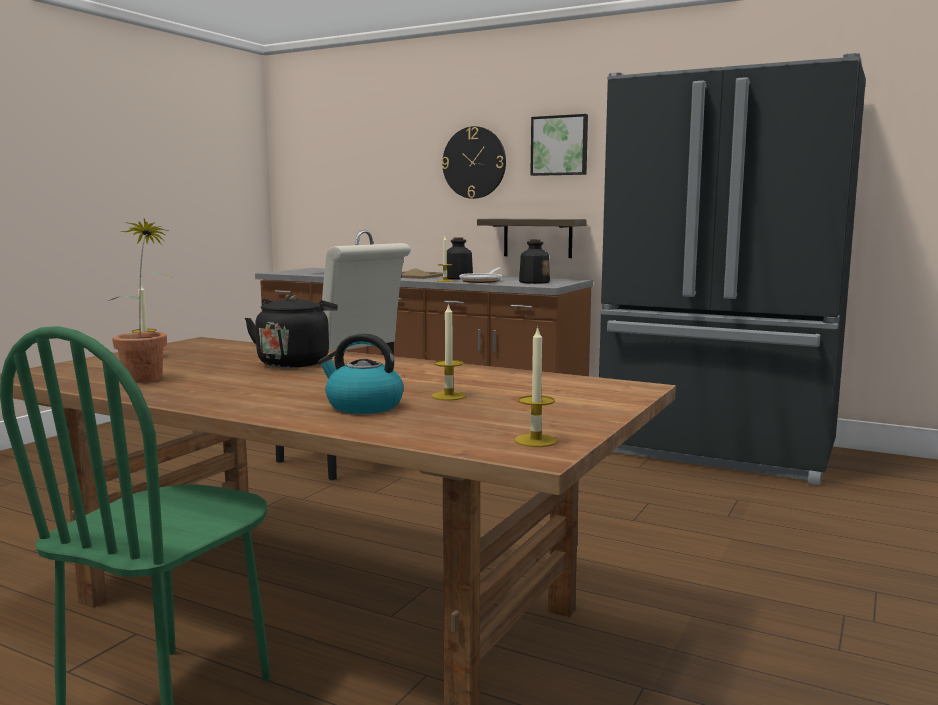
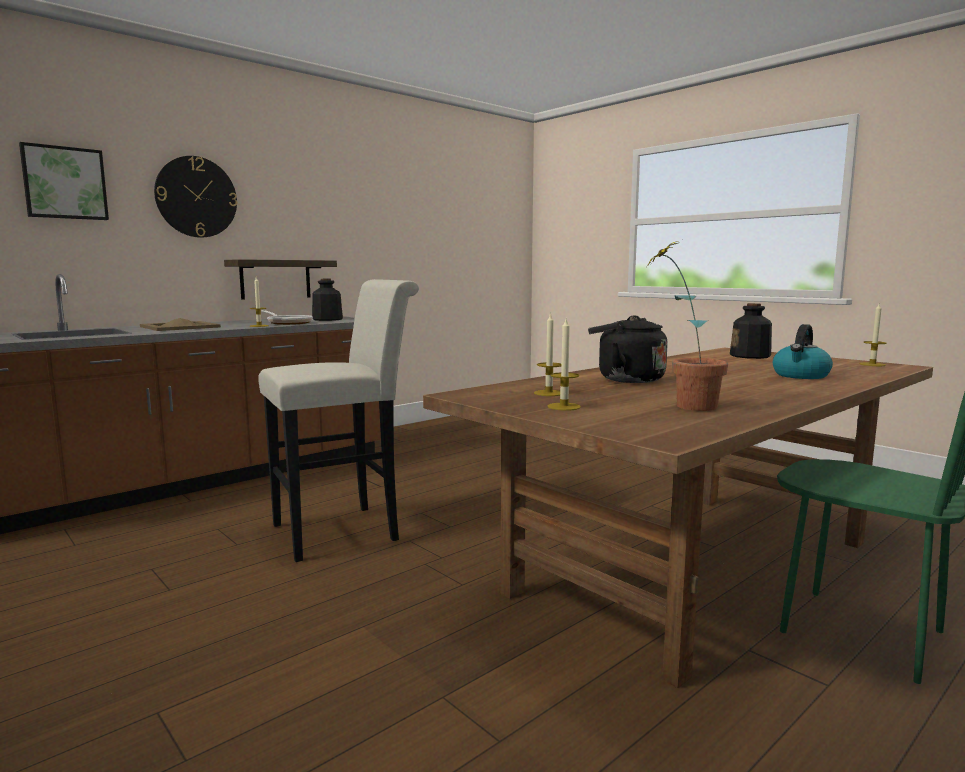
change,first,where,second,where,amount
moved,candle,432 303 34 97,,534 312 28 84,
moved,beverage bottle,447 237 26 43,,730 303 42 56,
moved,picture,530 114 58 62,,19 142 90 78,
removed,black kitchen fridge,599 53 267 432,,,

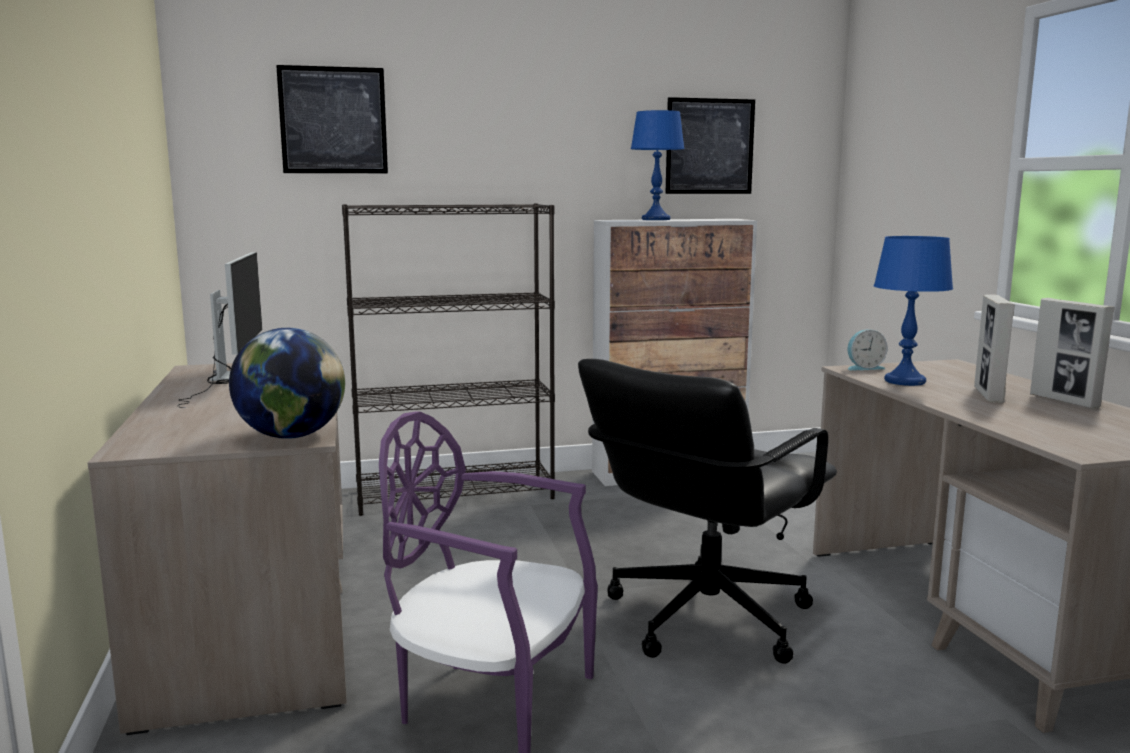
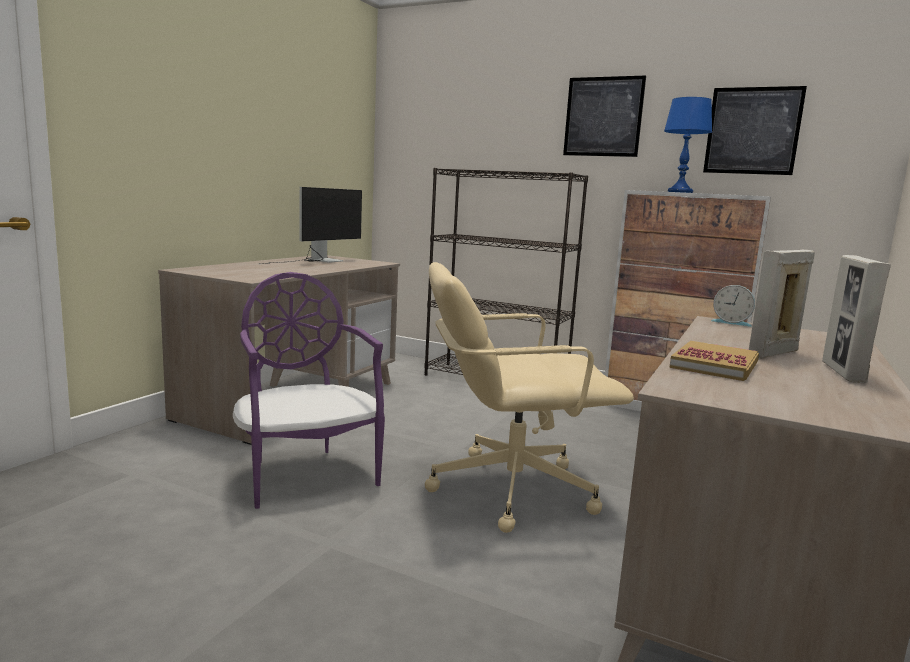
change,first,where,second,where,amount
removed,desk globe,229 328 116 111,,,
moved,picture,276 65 112 108,,563 75 83 82,
recoloured,black computer chair,578 359 259 305,beige computer chair,425 262 209 271,
removed,blue-coloured table lamp,874 236 79 150,,,
added,,,bound book,669 341 90 40,

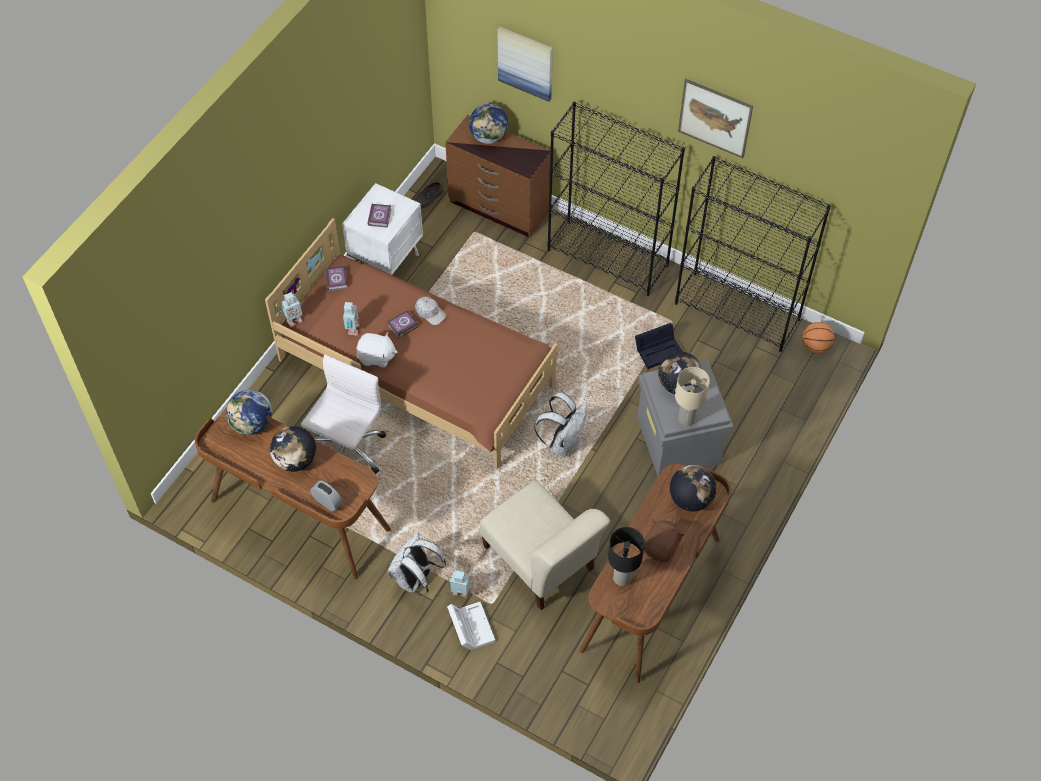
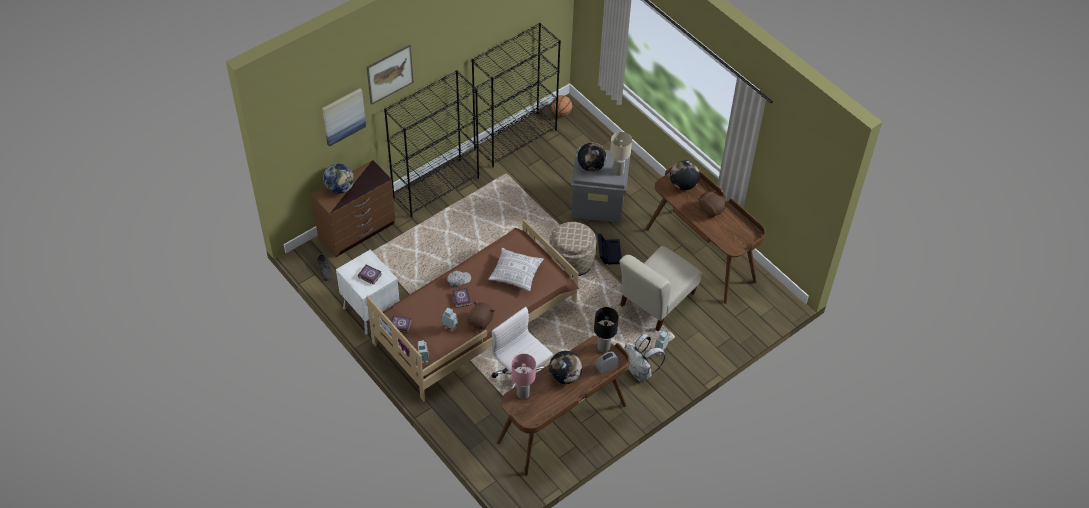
change,first,where,second,where,amount
replaced,desk globe,226 390 46 45,pink table lamp,512 354 24 45,
recoloured,white-coloured cuddly toy,356 333 41 34,brownish cuddly toy,467 301 27 29,
removed,white-coloured storage bin,447 602 48 48,,,
turned,beige plain chair,480 480 130 130,,619 246 82 85,150 degrees clockwise
replaced,white-coloured backpack,534 392 53 65,beige pouffe,549 222 47 56,
moved,black table lamp,608 527 37 59,,594 307 25 45,
moved,black storage bin,635 323 47 46,,598 233 23 31,
moved,picture,678 79 75 79,,367 45 47 60,
added,,,pillow,489 248 55 43,

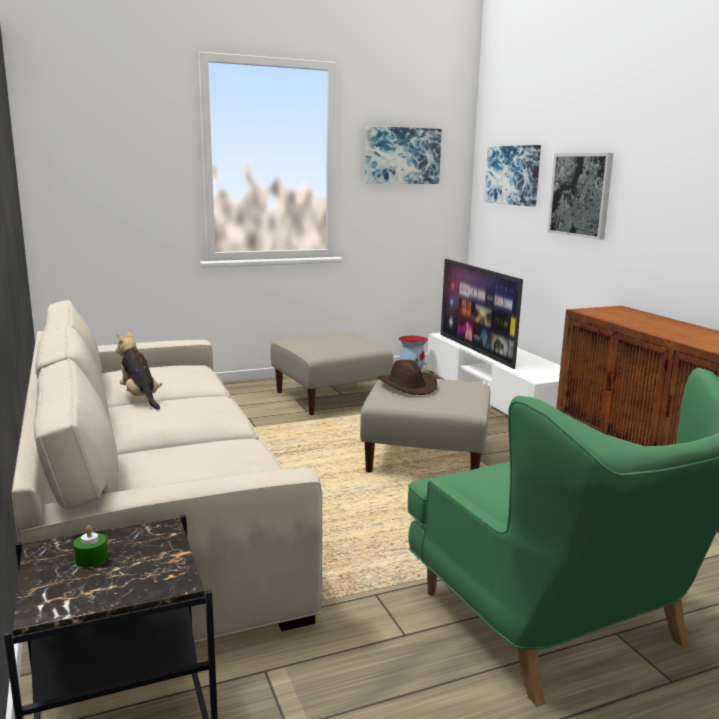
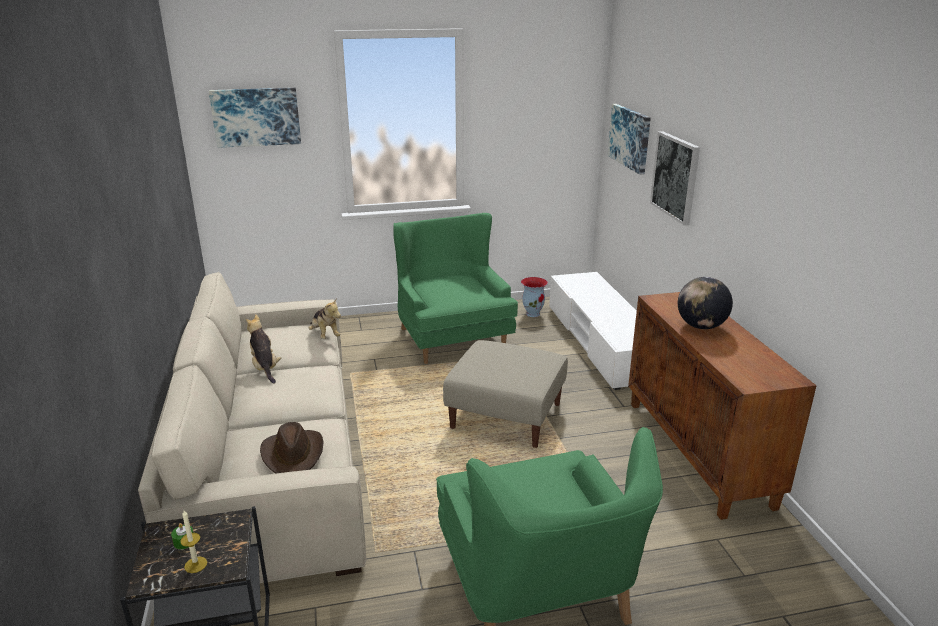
change,first,where,second,where,amount
replaced,beige pouffe,271 333 122 82,greenish lounge chair,393 213 125 151,
moved,picture,365 126 77 58,,209 88 92 60,
moved,brownish hat,377 360 60 35,,260 422 64 51,
removed,television,441 259 82 110,,,
added,,,candle,180 510 27 63,
added,,,cuddly toy,308 299 33 40,
added,,,desk globe,678 277 55 52,

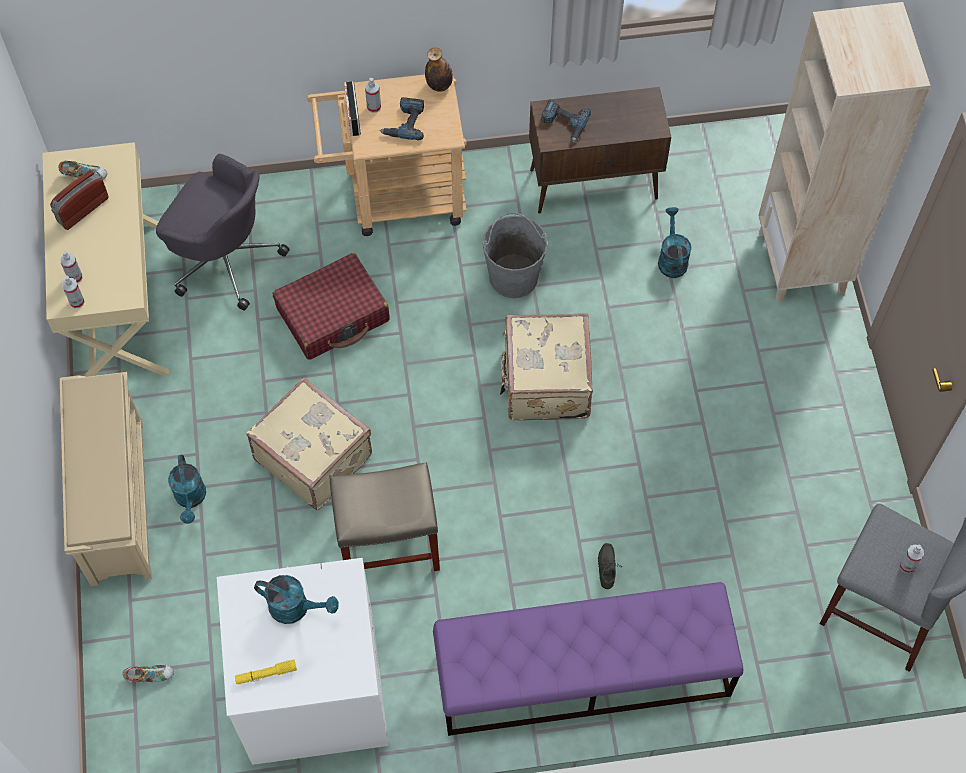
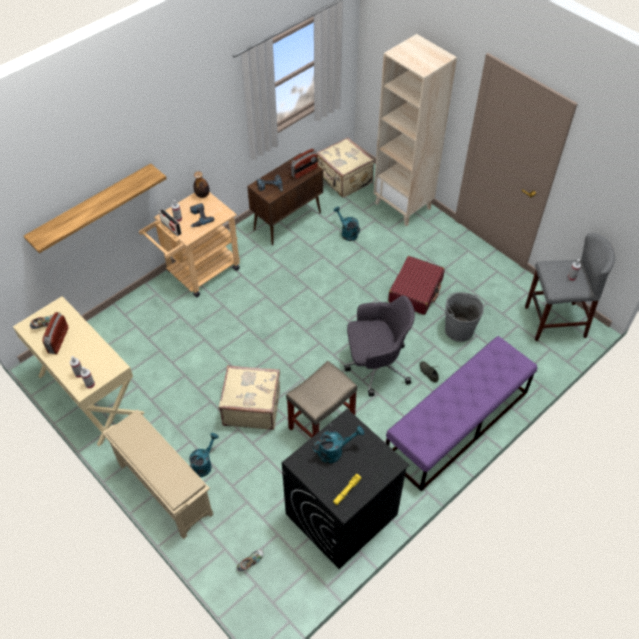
change,first,where,second,where,amount
moved,greyish computer chair,156 154 134 156,,344 296 71 101,
turned,turquoise-coloured watering can,168 455 38 69,,189 433 30 44,105 degrees counterclockwise
recoloured,white-coloured laundry machine,217 558 171 207,black laundry machine,282 409 127 160,
moved,red-coloured suitcase,272 253 118 107,,388 256 57 59,
moved,greyish water bucket,482 213 65 85,,445 292 39 50,
moved,beige suitcase,500 313 93 108,,317 137 57 61,
added,,,shelf,24 163 143 90,
added,,,radio set,290 148 28 31,

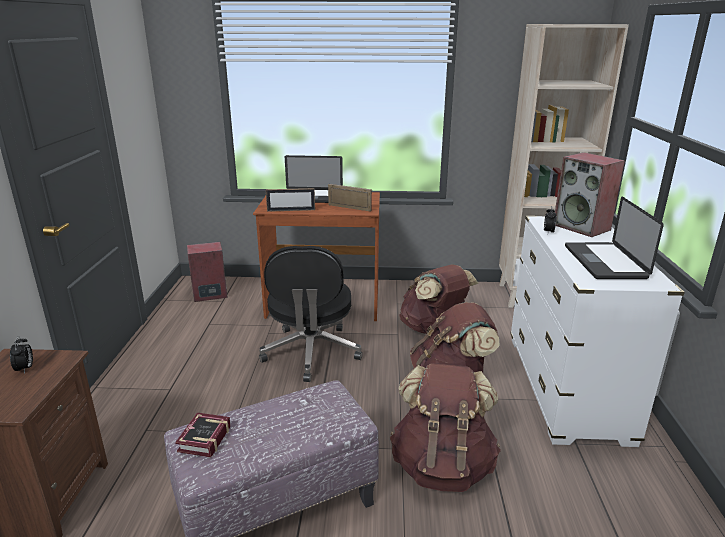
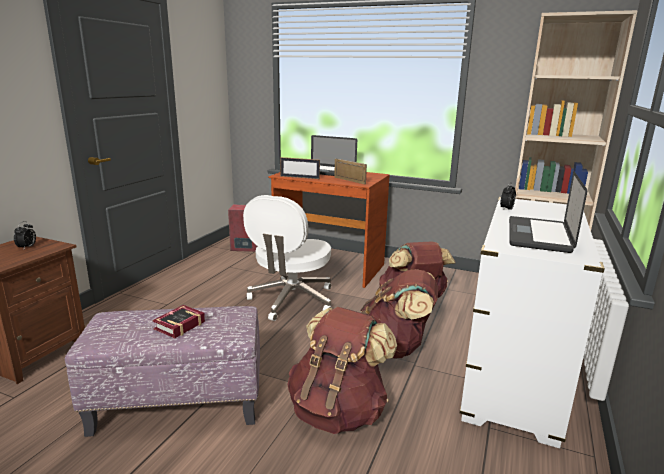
change,first,where,second,where,amount
moved,bound book,175 413 56 44,,152 305 53 33,
recoloured,black computer chair,259 246 103 136,white-coloured computer chair,243 195 89 126,
removed,audio speaker,555 152 70 85,,,

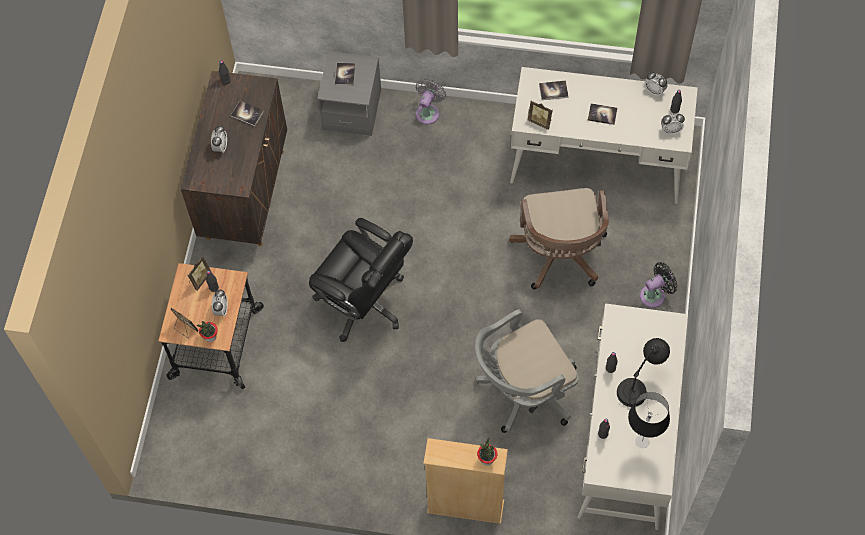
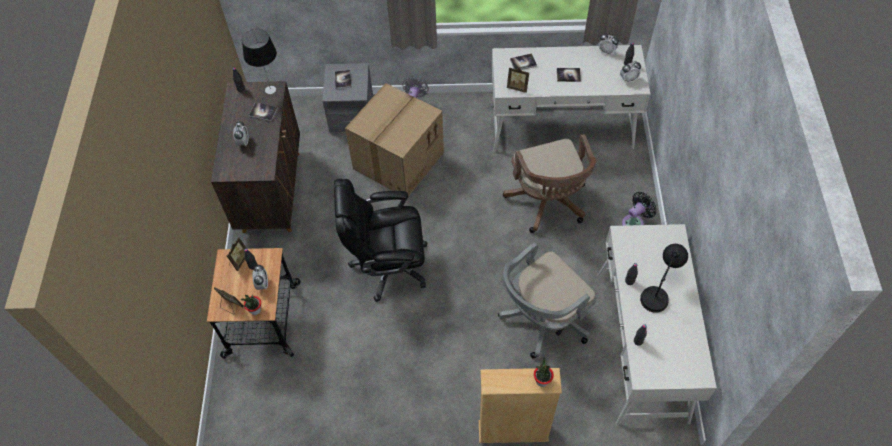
change,first,where,second,where,amount
turned,black computer chair,309 218 104 124,,334 179 93 123,150 degrees clockwise
moved,table lamp,628 392 42 56,,242 29 35 65,
added,,,carton,345 83 99 113,

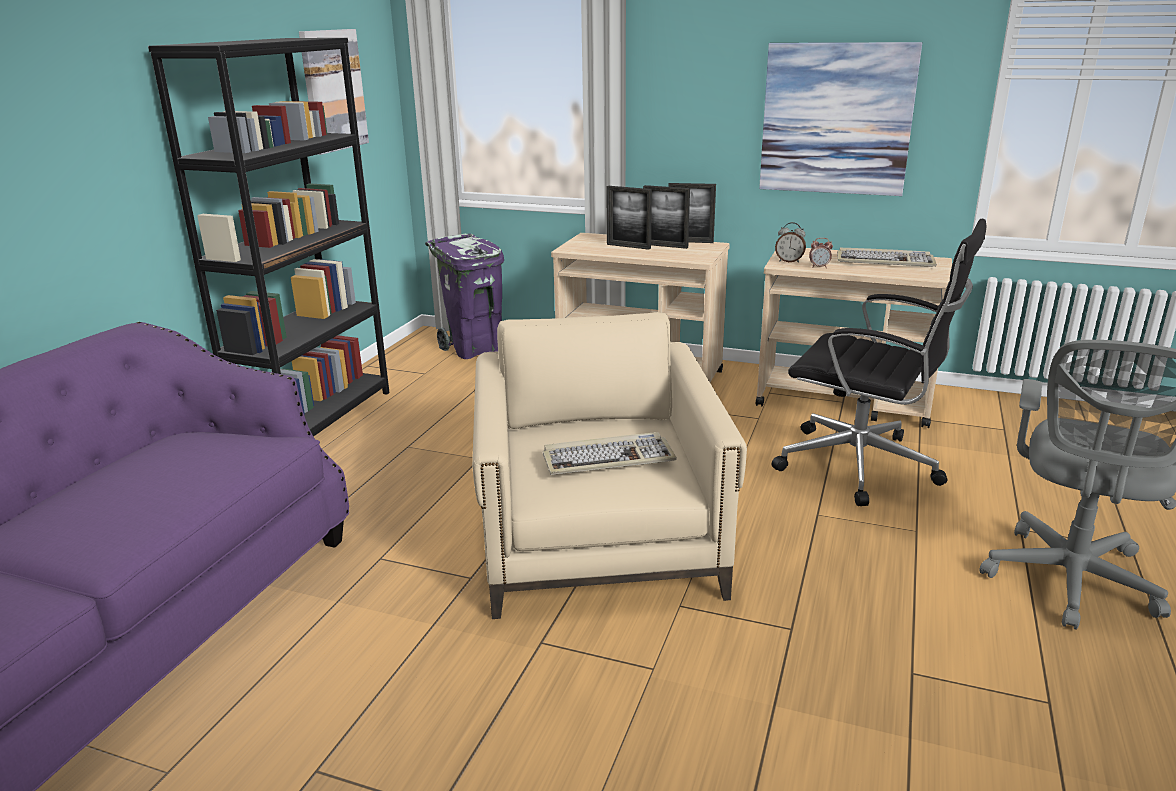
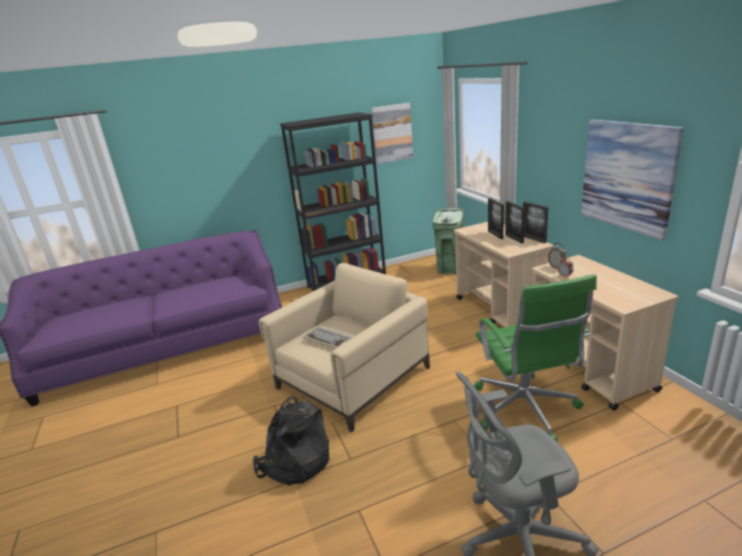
change,first,where,second,where,amount
recoloured,purple-coloured waste bin,425 234 79 125,greenish waste bin,432 208 32 66,
recoloured,black computer chair,772 219 215 287,greenish computer chair,474 274 123 168,
removed,PC keyboard,837 248 100 19,,,
added,,,black backpack,253 396 76 89,

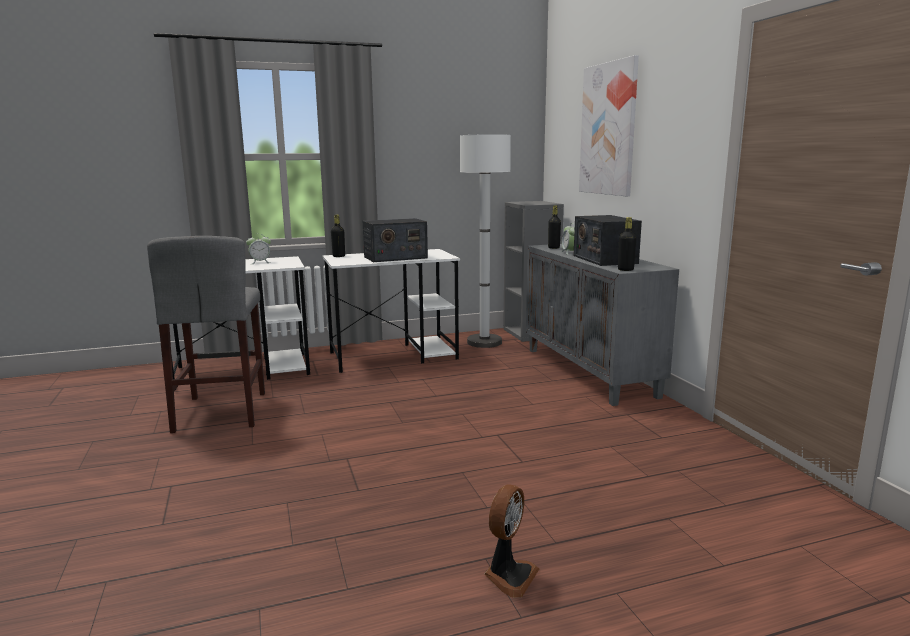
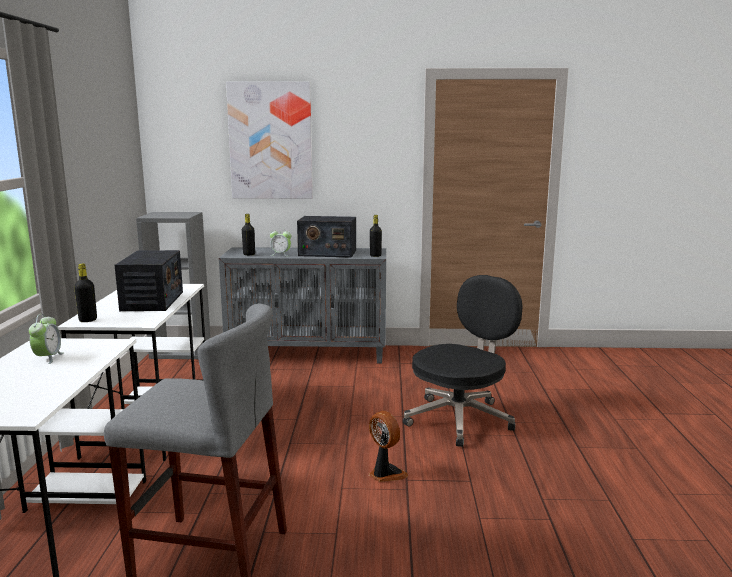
change,first,where,second,where,amount
removed,white-coloured floor lamp,460 134 51 214,,,
moved,fan,484 485 55 113,,369 411 39 71,
added,,,black computer chair,403 275 119 172,

